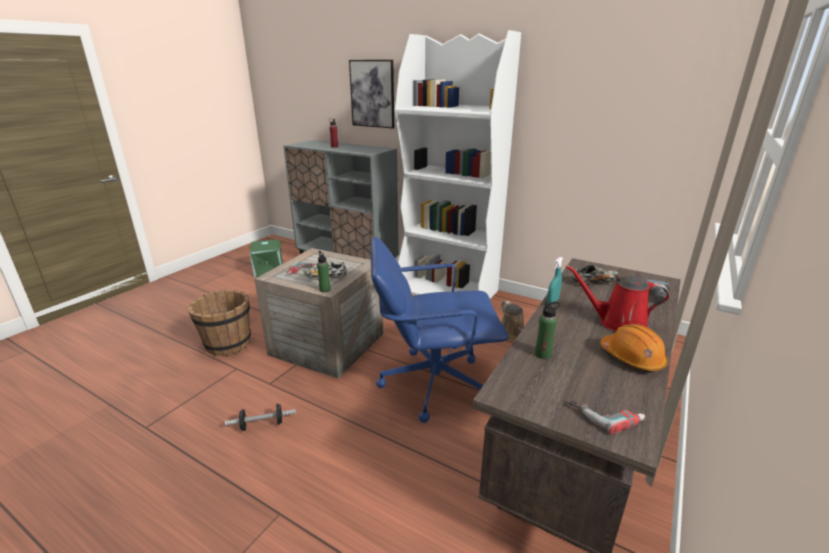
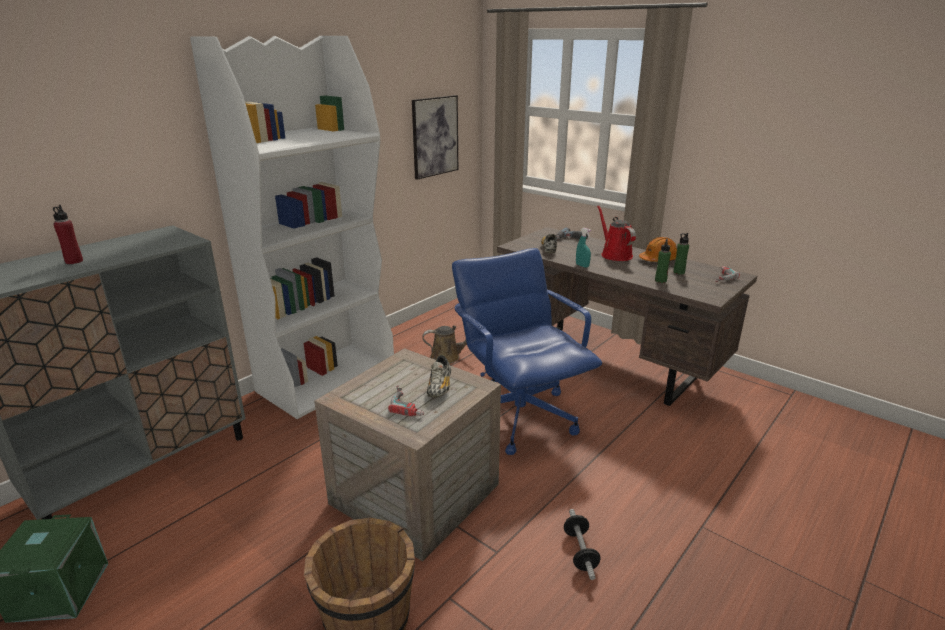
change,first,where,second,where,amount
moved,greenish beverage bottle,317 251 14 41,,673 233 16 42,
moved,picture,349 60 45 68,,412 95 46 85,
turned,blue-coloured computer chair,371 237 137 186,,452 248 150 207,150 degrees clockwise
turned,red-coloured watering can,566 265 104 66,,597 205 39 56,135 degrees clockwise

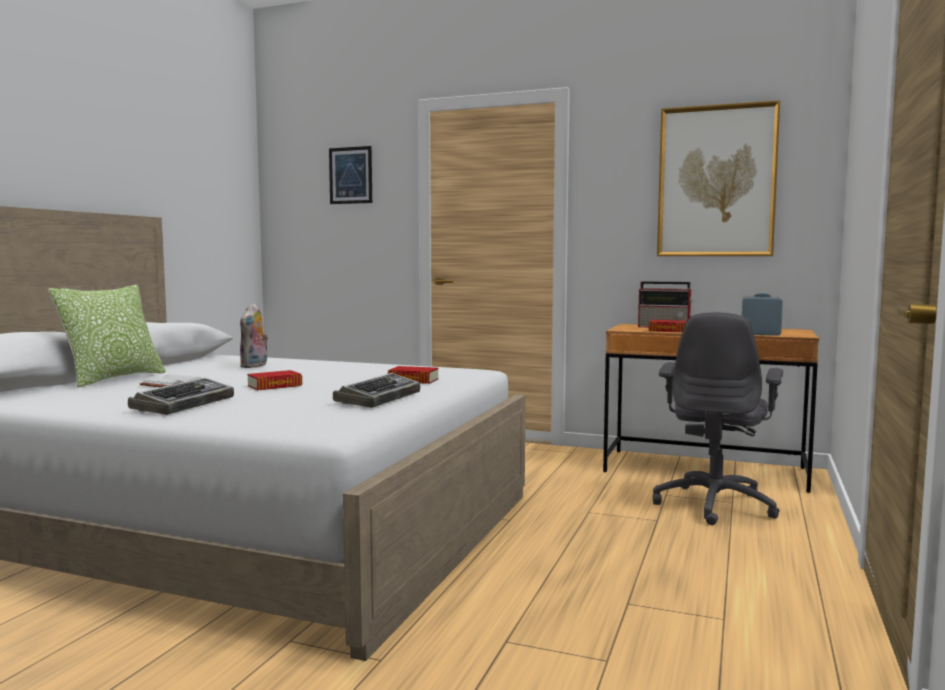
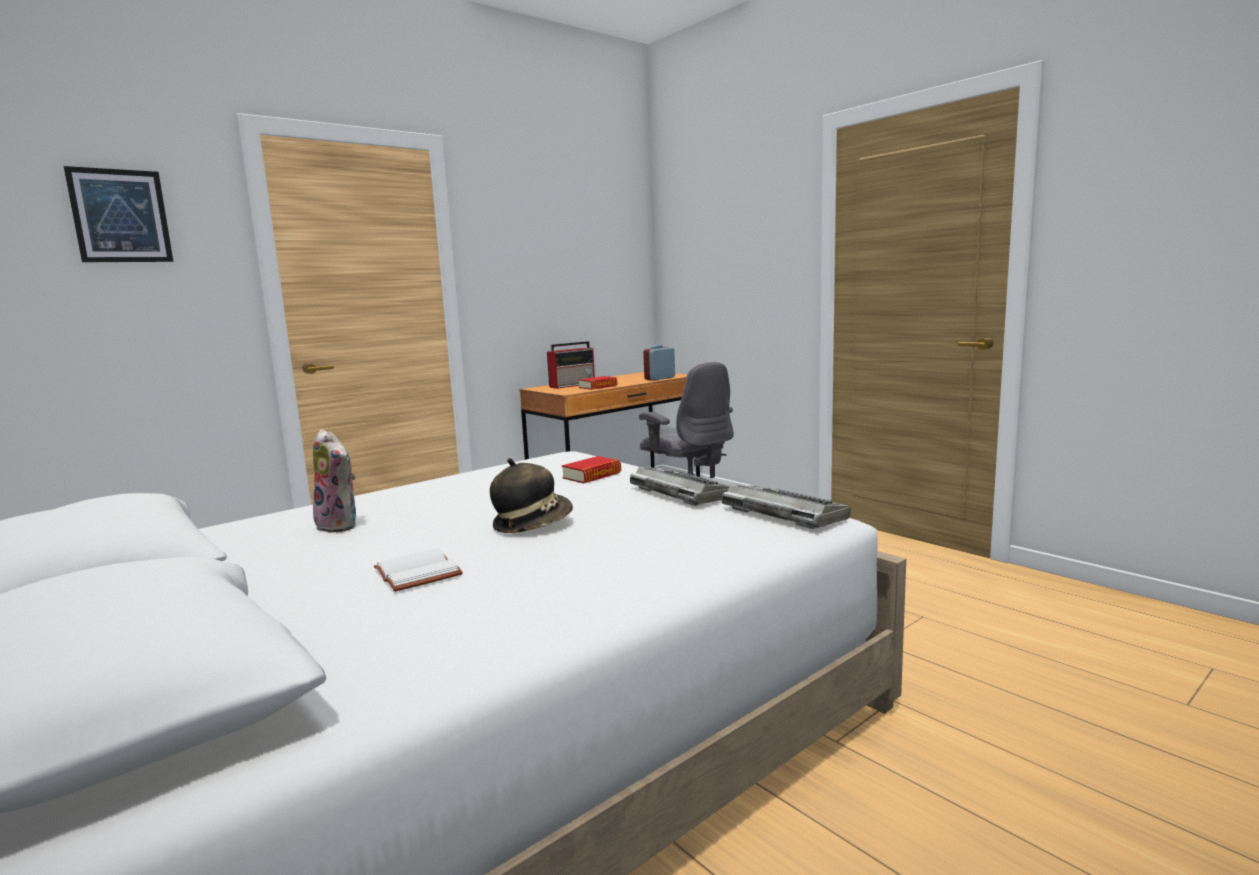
change,first,where,second,where,amount
removed,pillow,48 285 117 103,,,
moved,PC keyboard,128 378 106 37,,722 485 129 44,
replaced,bound book,247 370 55 20,hat,490 458 83 75,
removed,picture,657 100 123 156,,,

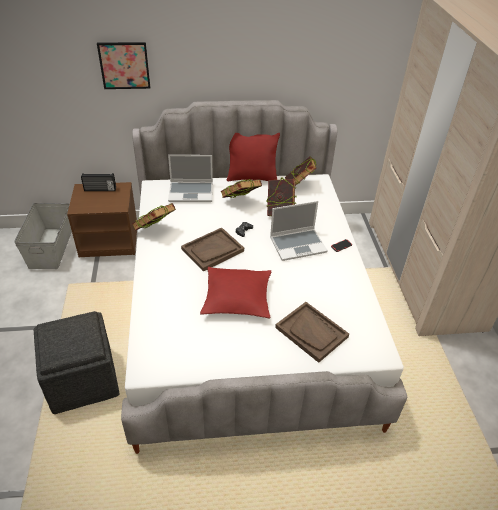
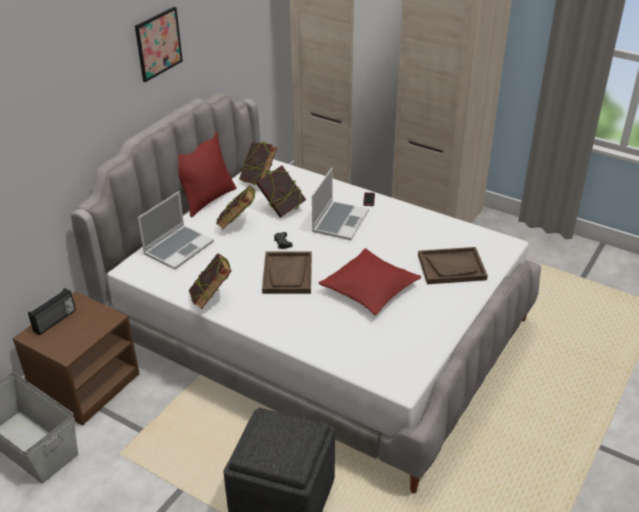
change,first,where,second,where,amount
moved,picture,97 42 53 47,,135 7 48 75,

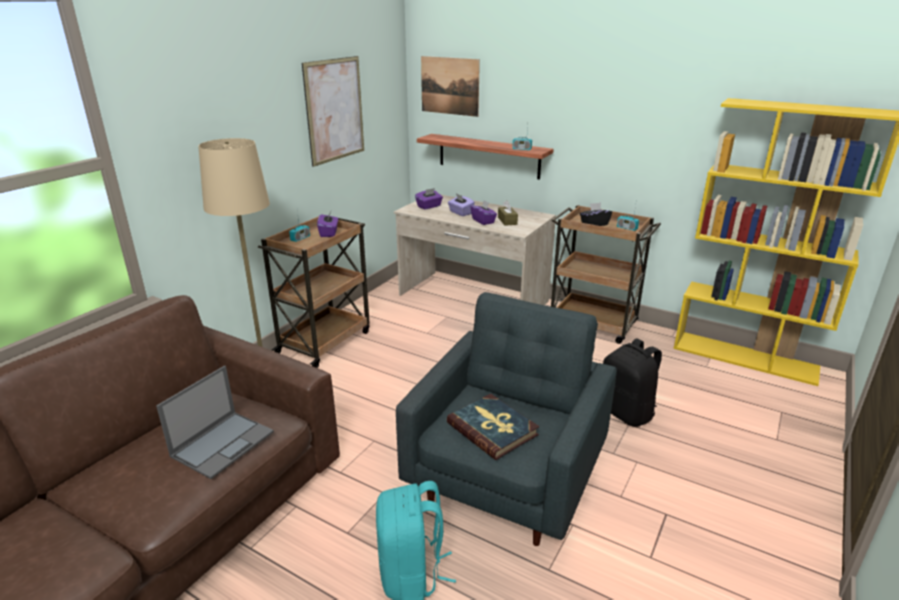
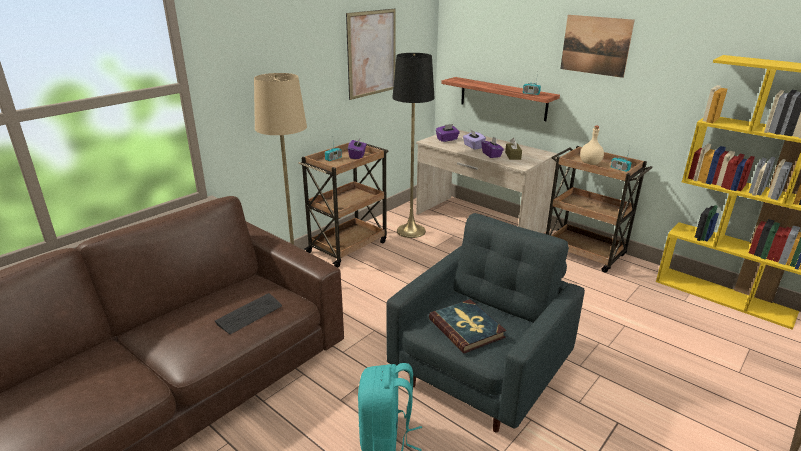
change,first,where,second,where,amount
replaced,portable computer,156 366 118 113,PC keyboard,215 293 67 41,
moved,picture,421 56 59 61,,560 15 75 63,
replaced,black tissue box,580 202 32 24,beige beverage bottle,580 126 24 39,
removed,black backpack,603 338 59 89,,,
added,,,black floor lamp,392 53 43 185,

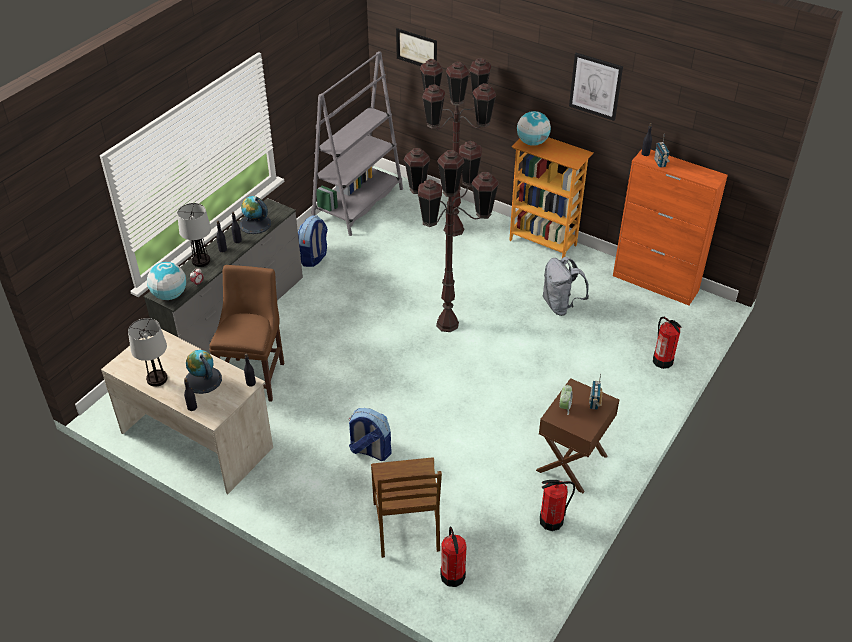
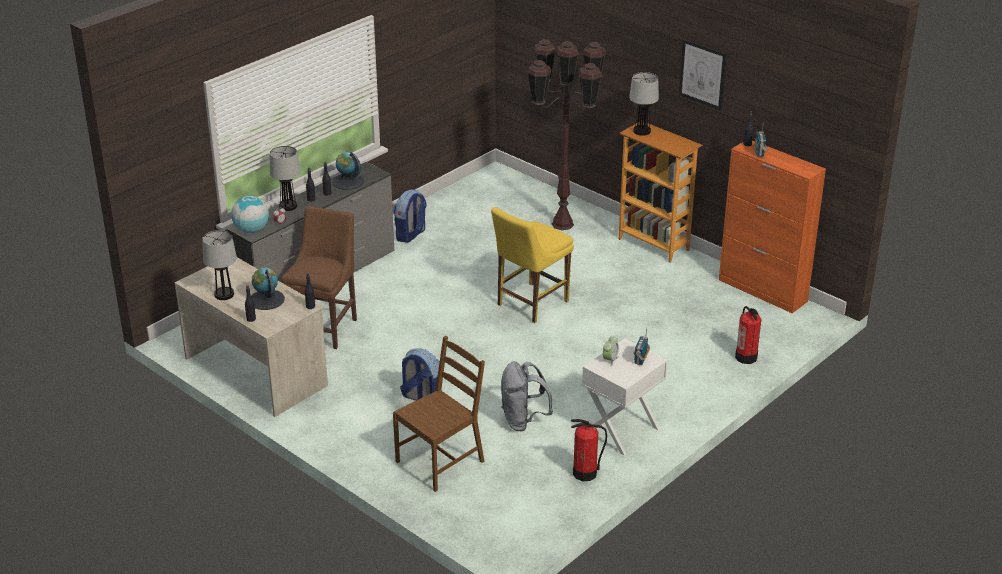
change,first,where,second,where,amount
removed,greyish bookshelf,311 51 92 185,,,
turned,brownish plain chair,371 457 71 101,,393 336 92 156,135 degrees counterclockwise
removed,picture,396 28 41 38,,,
replaced,brownish floor lamp,404 141 95 191,yellowish plain chair,491 207 83 116,
removed,extinguisher,440 526 27 61,,,
replaced,desk globe,517 111 34 35,table lamp,629 72 30 64,
recoloured,brownish bedside table,536 378 83 115,white-coloured bedside table,582 339 85 117,
moved,greyish backpack,543 257 46 59,,501 361 52 71,

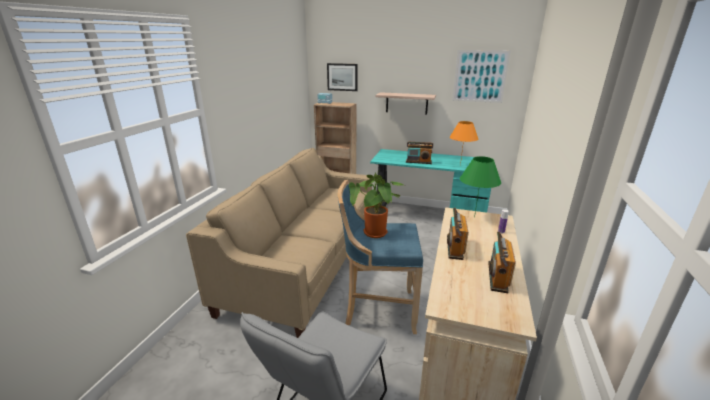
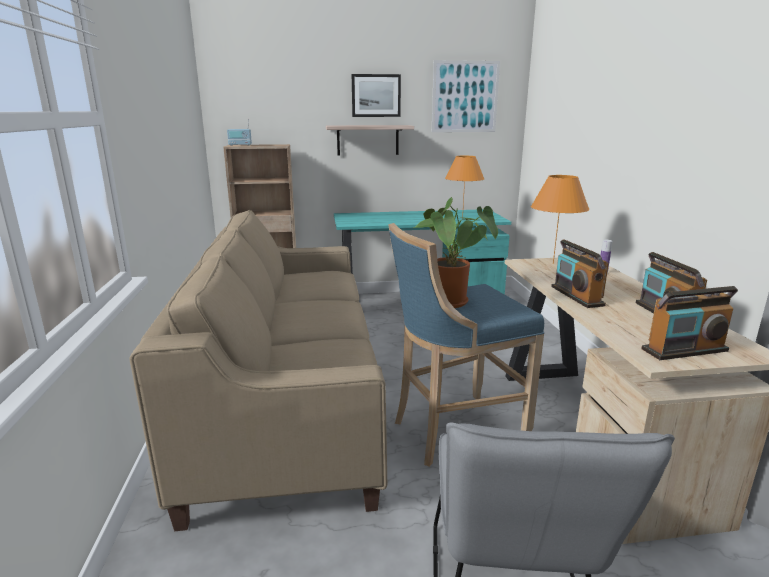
change,first,where,second,where,amount
moved,picture,327 63 31 28,,352 74 49 43,
moved,radio set,406 142 27 22,,641 286 97 74,
recoloured,greenish table lamp,460 156 41 61,orangey table lamp,531 175 58 89,

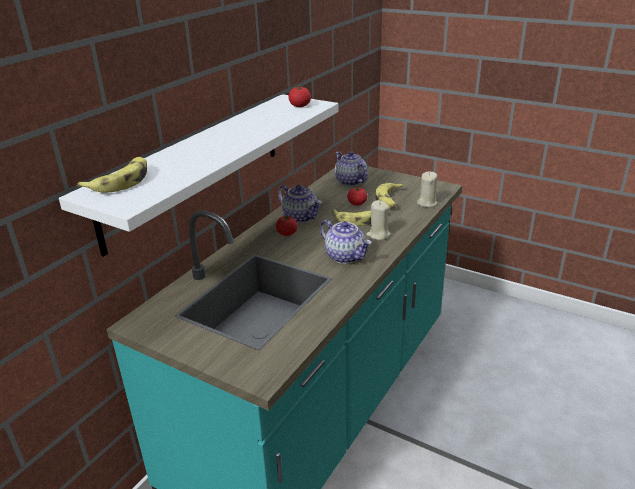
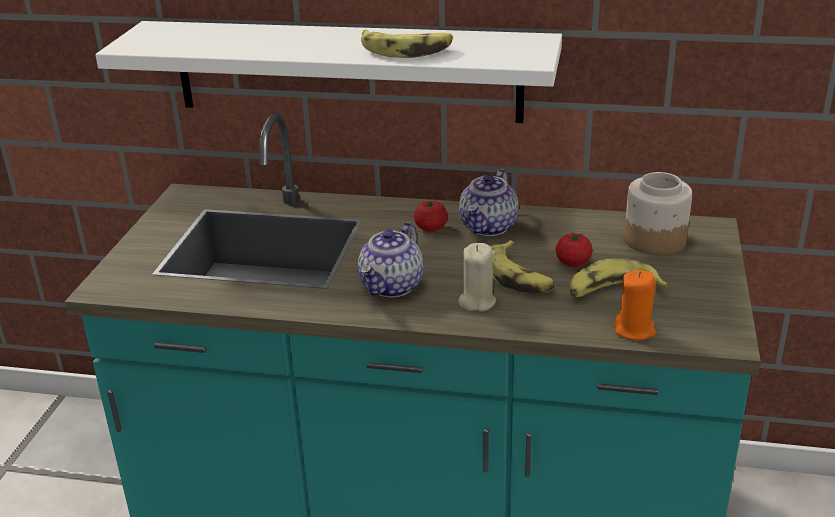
change,first,where,second,where,amount
moved,banana fruit,77 157 70 35,,361 30 92 28,
removed,whole tomato,288 86 23 21,,,
replaced,pot for tea,335 152 33 34,preserve jar,624 172 68 83,
recoloured,beige candle,417 172 20 36,orangey candle,614 270 42 70,

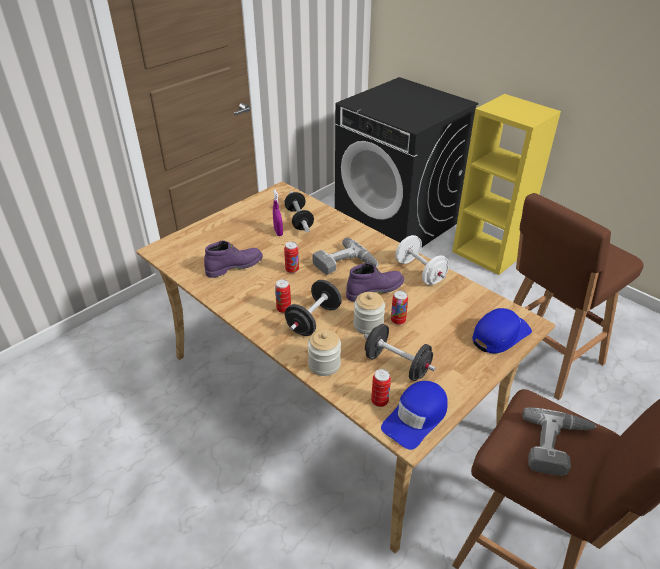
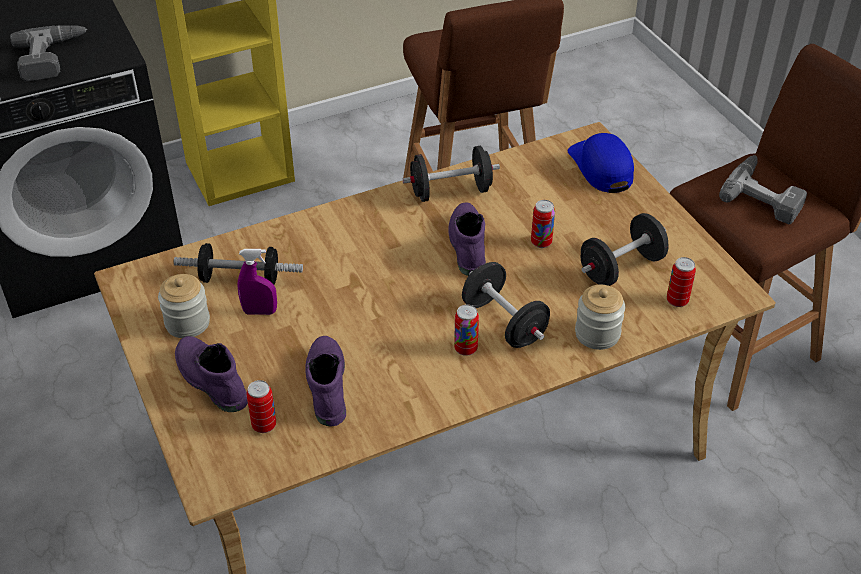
change,first,where,second,where,amount
moved,can,284 241 15 32,,246 380 30 53,
moved,electric drill,312 237 67 38,,10 25 77 56,
moved,preserve jar,354 292 31 43,,158 274 52 64,
removed,blue-coloured peaked cap,381 381 67 69,,,
recoloured,white-coloured free weight,395 235 54 50,black free weight,402 146 98 56,
added,,,purple-coloured boot,175 336 73 76,

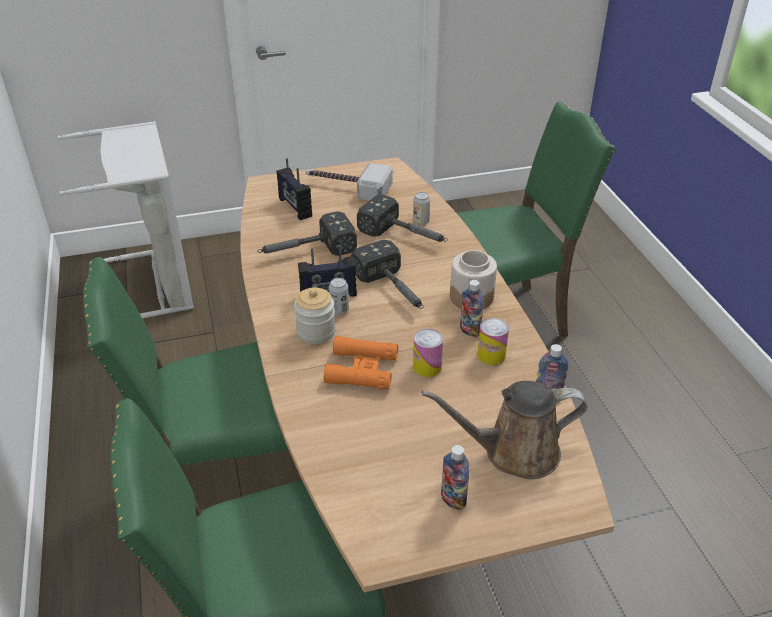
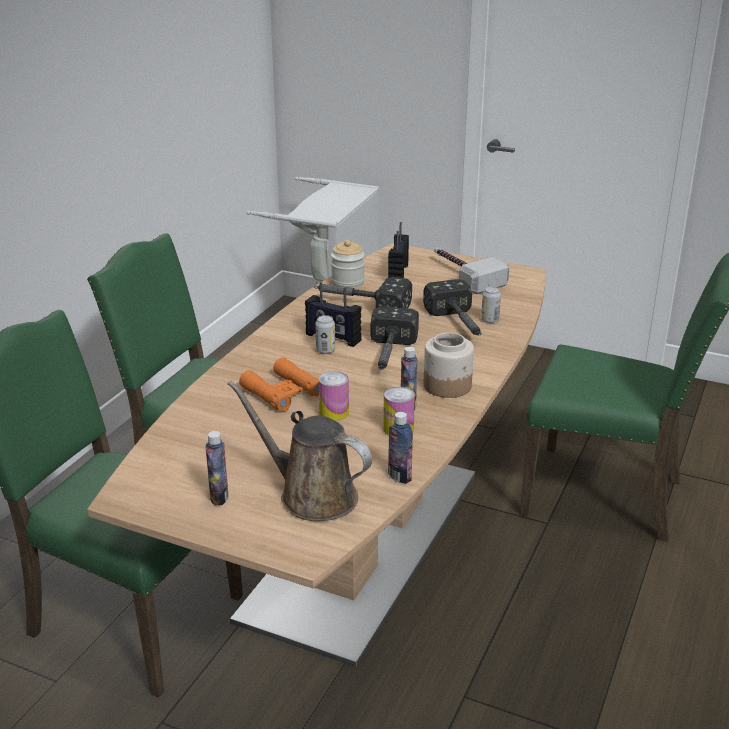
change,first,where,second,where,amount
moved,preserve jar,294 287 42 57,,331 240 34 48,

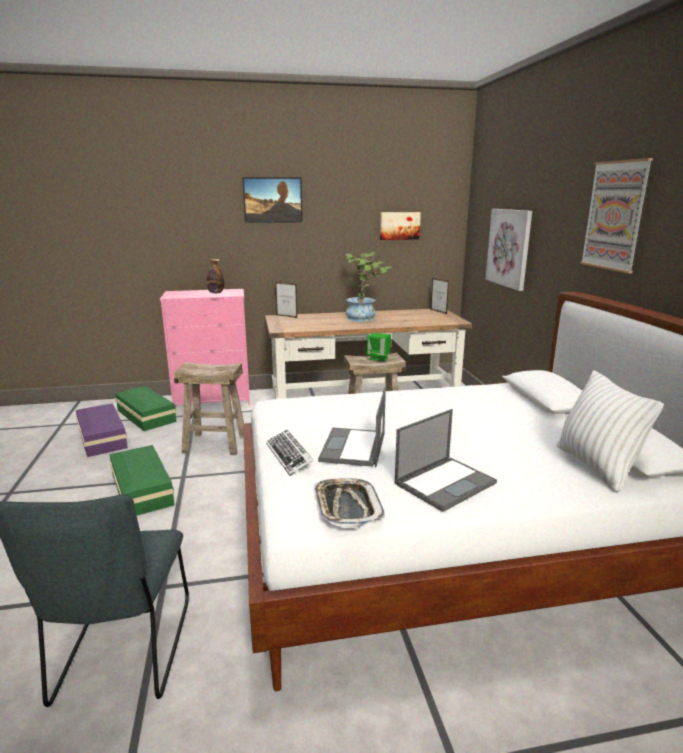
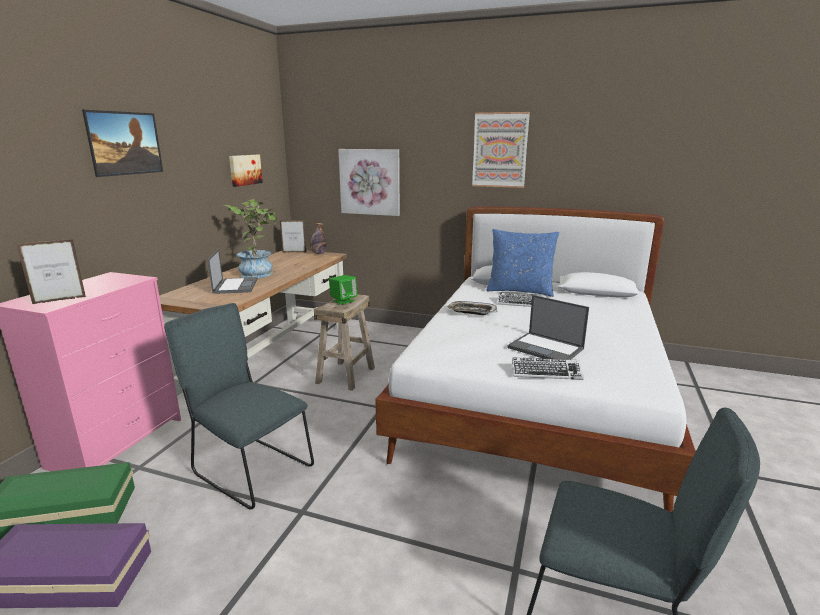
change,first,where,second,where,amount
removed,greenish storage bin,109 445 66 71,,,
replaced,beige stool seat,174 362 70 93,greyish plain chair,164 303 150 206,
moved,beverage bottle,207 259 17 34,,311 223 15 31,
moved,photo frame,275 282 22 36,,16 239 70 65,
moved,serving tray,314 478 71 50,,447 301 50 14,
moved,portable computer,395 409 102 103,,208 249 50 45,
removed,white-coloured pillow,556 370 108 123,,,
added,,,blue-coloured pillow,486 229 73 68,
added,,,PC keyboard,498 292 49 15,

